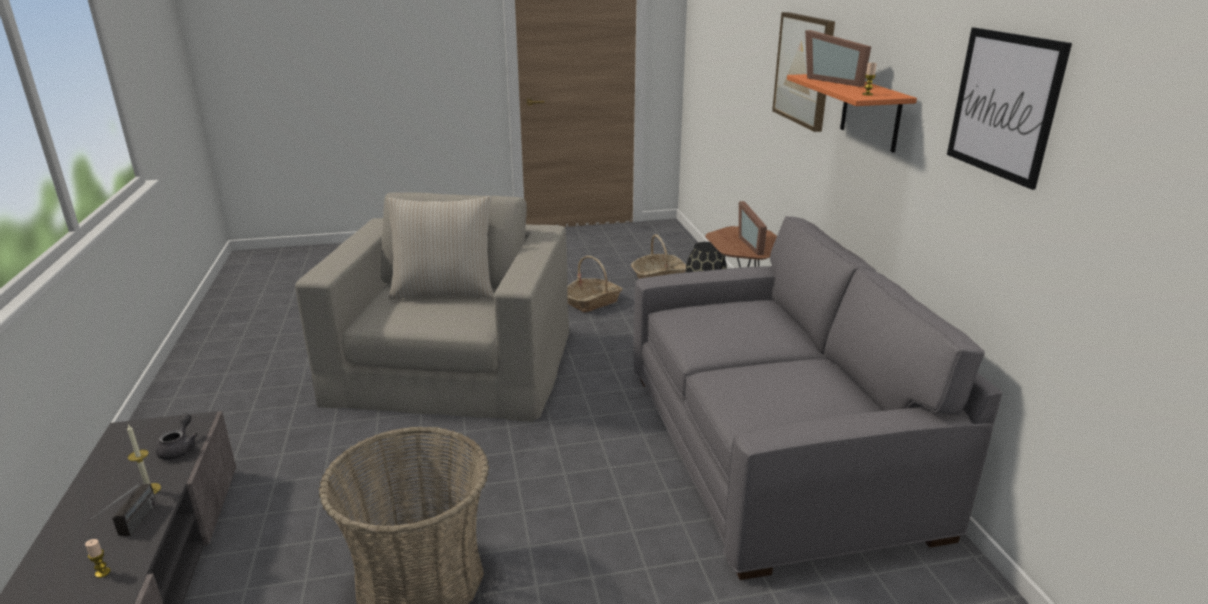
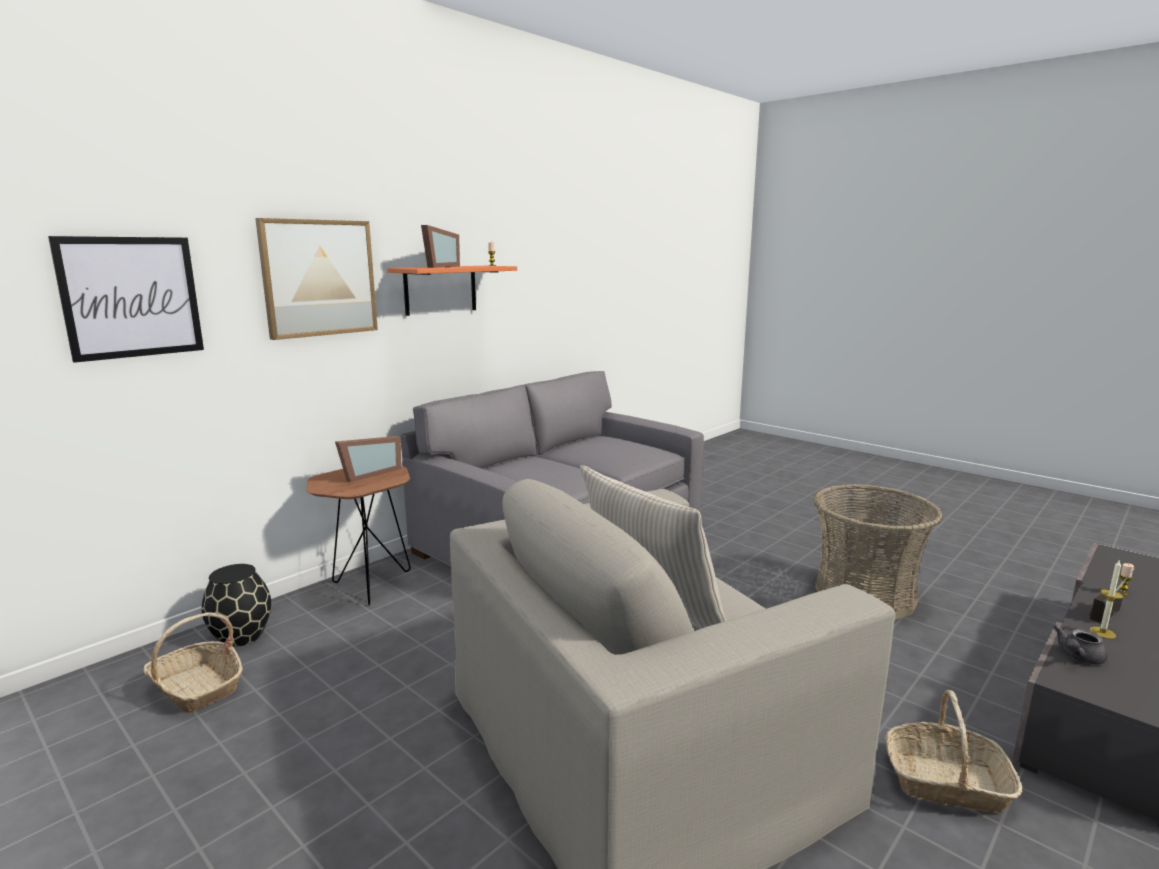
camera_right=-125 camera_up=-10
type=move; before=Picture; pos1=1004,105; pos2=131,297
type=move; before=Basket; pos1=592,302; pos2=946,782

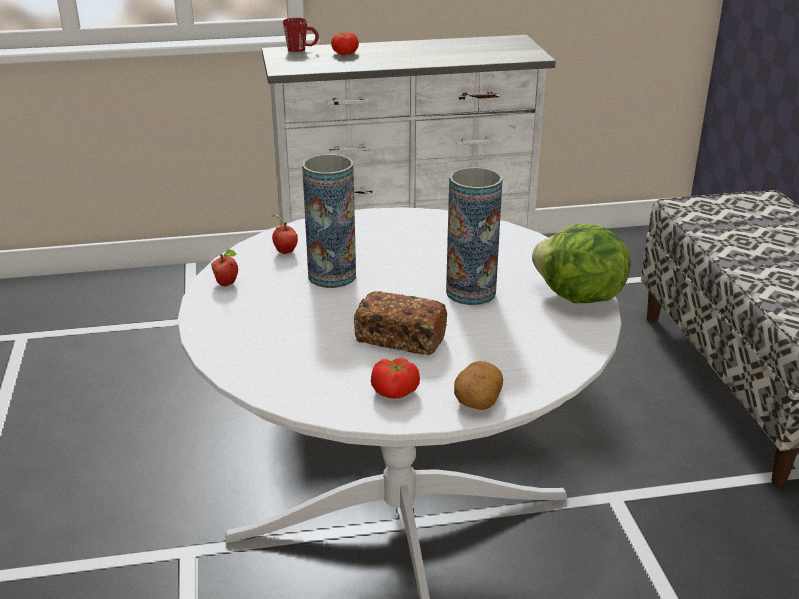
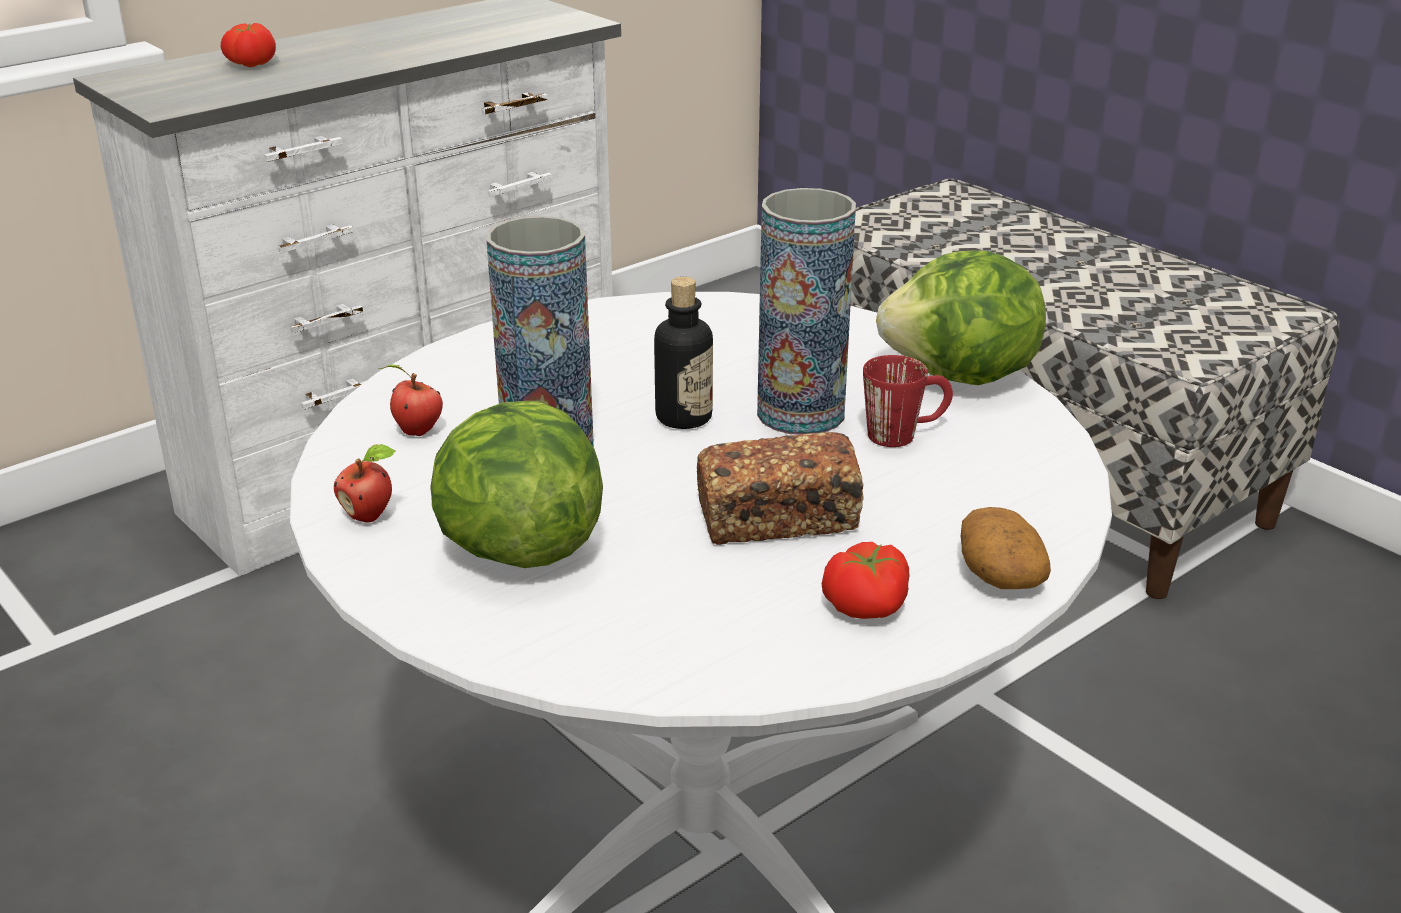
camera_right=-30 camera_up=0
type=insert; after=Lettuce; pos2=518,548
type=insert; after=Bottle; pos2=684,417
type=move; before=RedMug; pos1=302,49; pos2=905,434

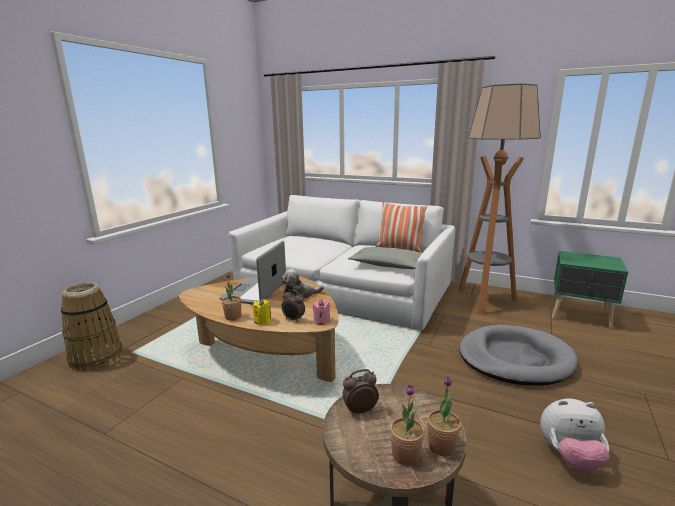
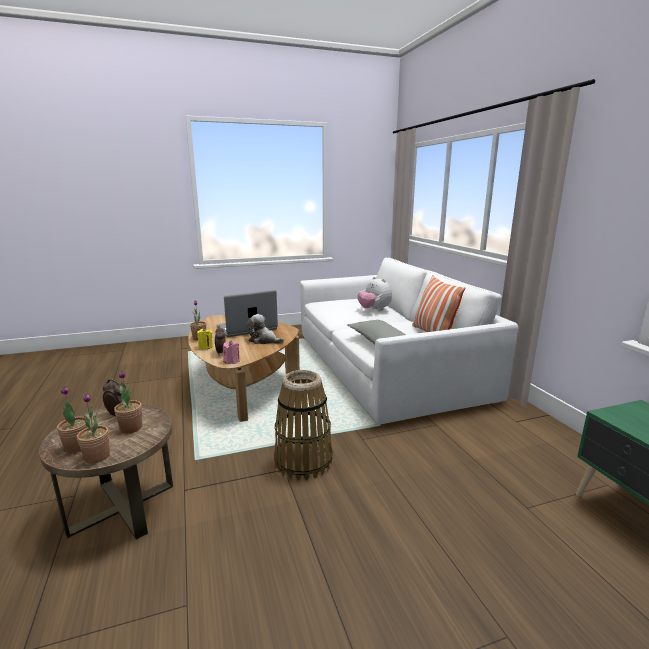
camera_right=45 camera_up=0
type=insert; after=PottedPlant; pos2=131,428
type=move; before=Basket; pos1=96,357; pos2=303,461
type=move; before=PlushToy; pos1=569,457; pos2=374,310
type=delete; before=FloorLamp; pos1=484,301
type=delete; before=GreyDogBed; pos1=514,358

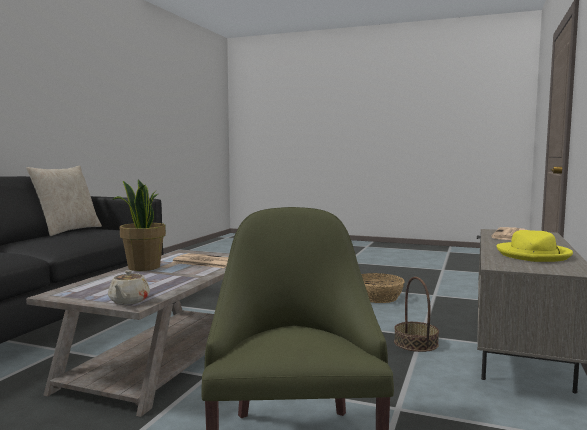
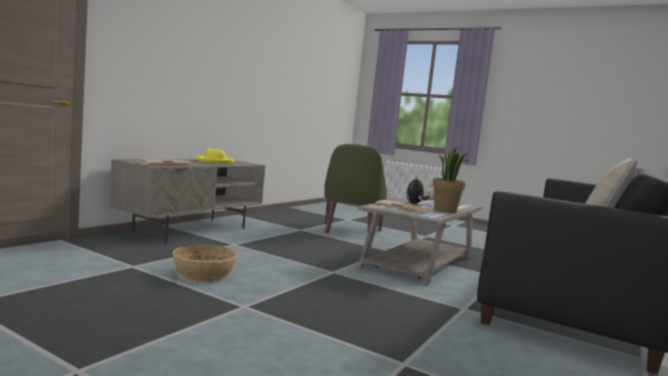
camera_right=-170 camera_up=0
type=insert; after=PlushToy; pos2=415,203
type=delete; before=Basket; pos1=416,343

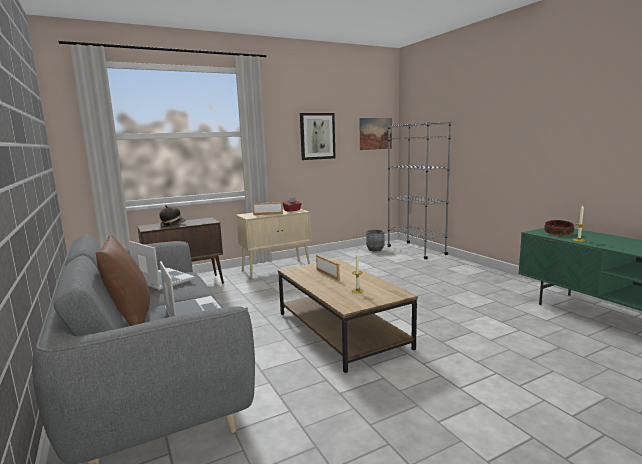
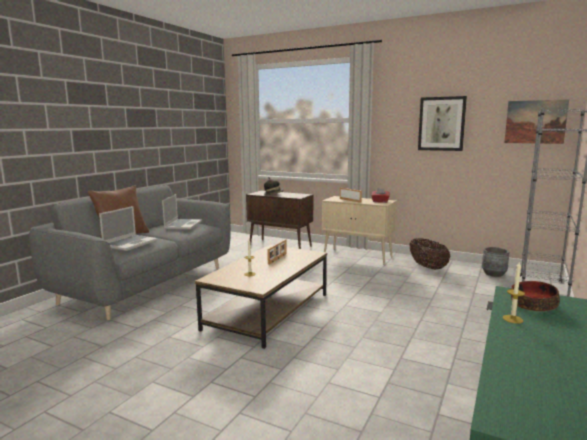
camera_right=55 camera_up=0
type=insert; after=Basket; pos2=427,267

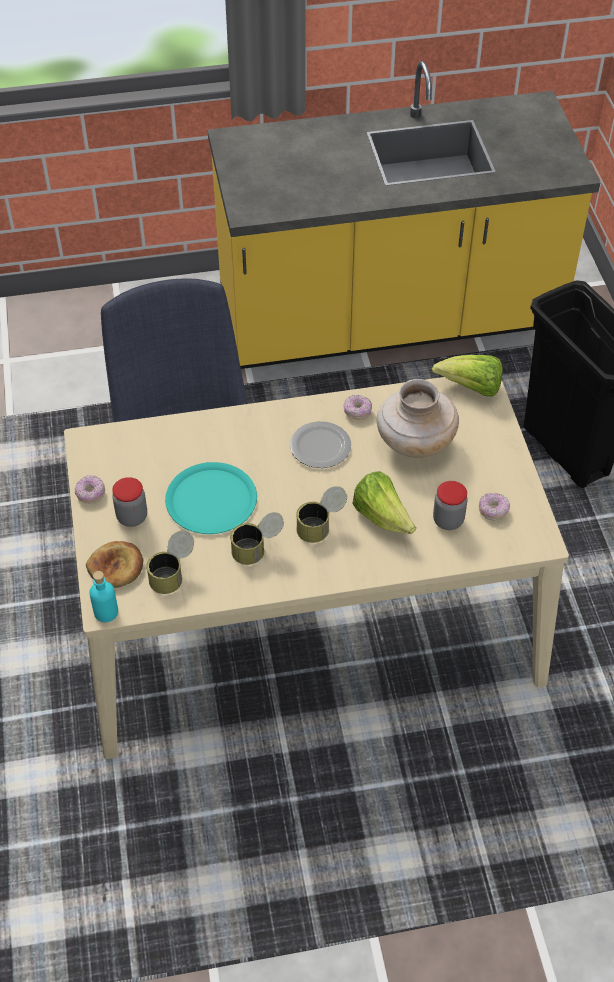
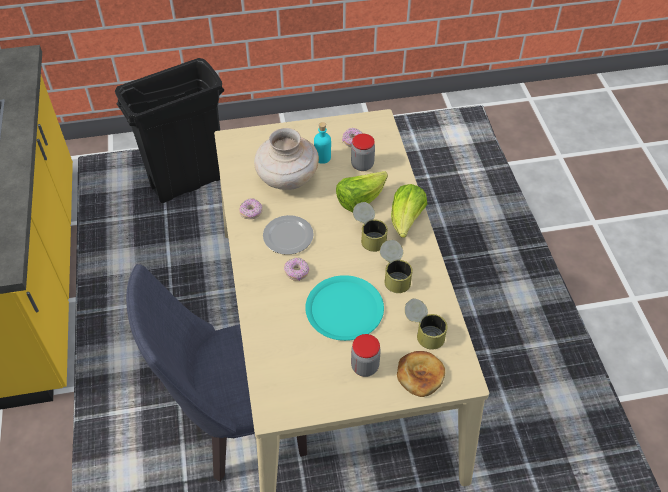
camera_right=-90 camera_up=0
type=move; before=Donut; pos1=90,494; pos2=297,272
type=move; before=TurquoiseBottle; pos1=106,612; pos2=322,157
type=move; before=Lettuce; pos1=471,388; pos2=406,221

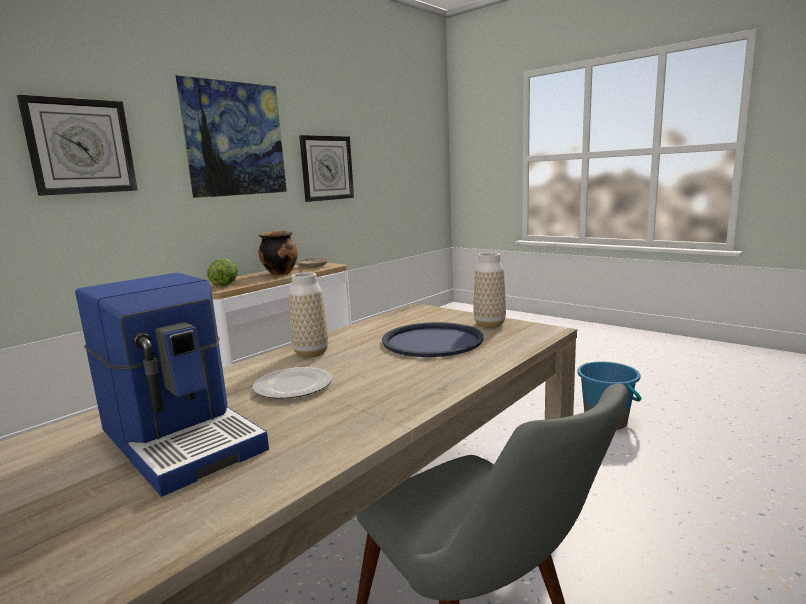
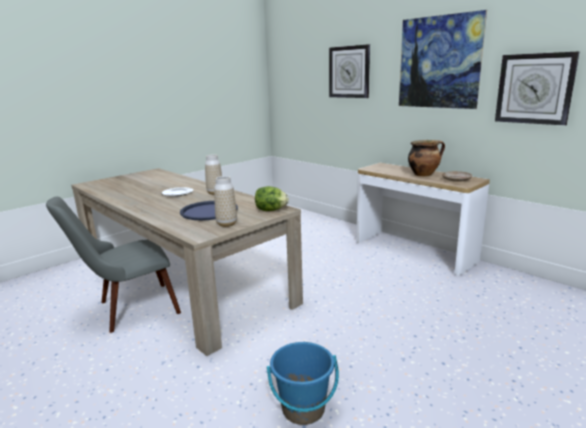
camera_right=95 camera_up=5
type=move; before=Lettuce; pos1=225,285; pos2=271,210
type=delete; before=CoffeeMachine; pos1=183,438

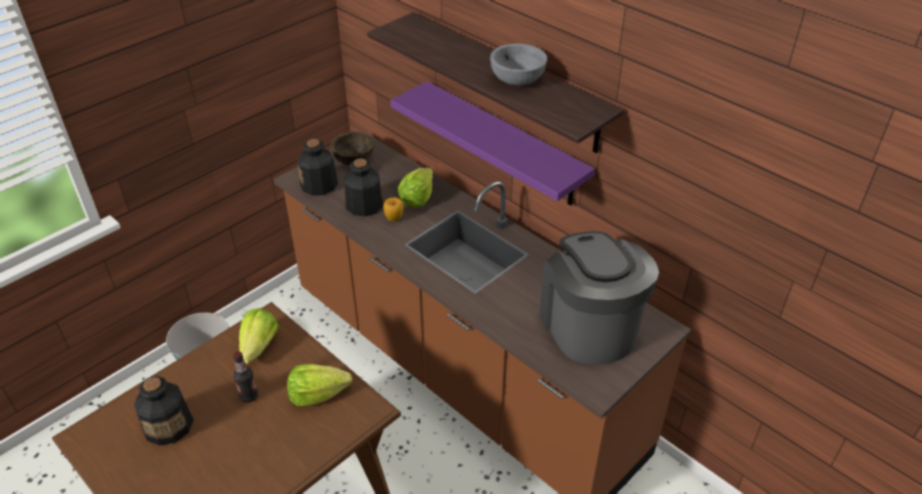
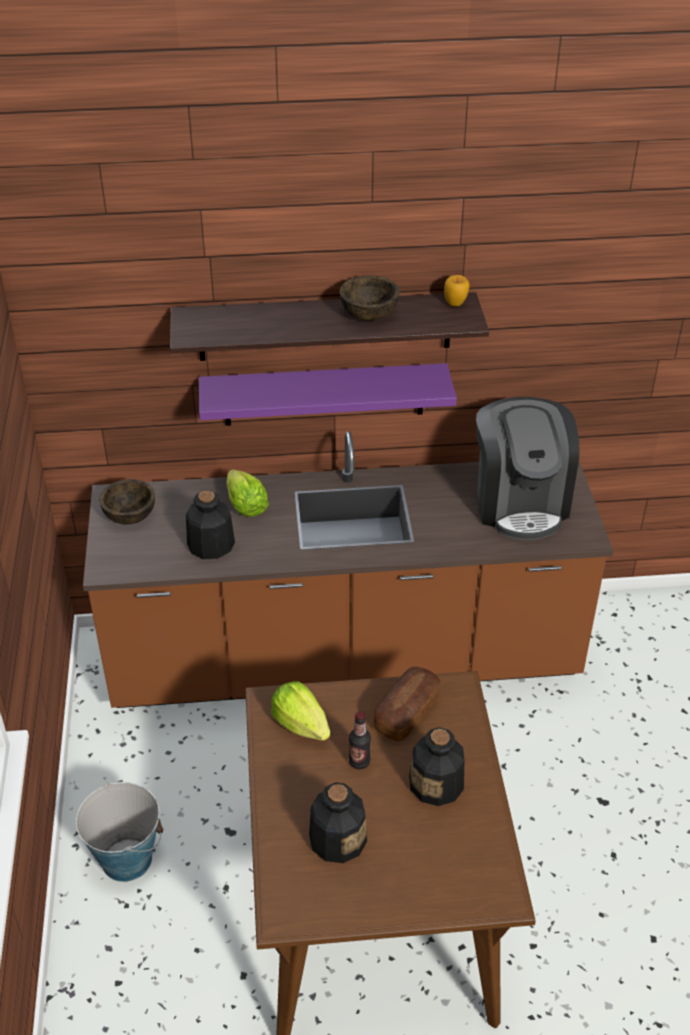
camera_right=-50 camera_up=0
type=recolor; before=GreyBowl; after=BrownBowl; pos1=517,80; pos2=369,314
type=replace; before=Lettuce; after=Bread; pos1=317,395; pos2=406,713
type=move; before=Bottle; pos1=319,185; pos2=437,783
type=move; before=Apple; pos1=394,219; pos2=455,303
type=rotate; before=CoffeeMachine; pos1=589,326; pos2=520,502; turn=-120

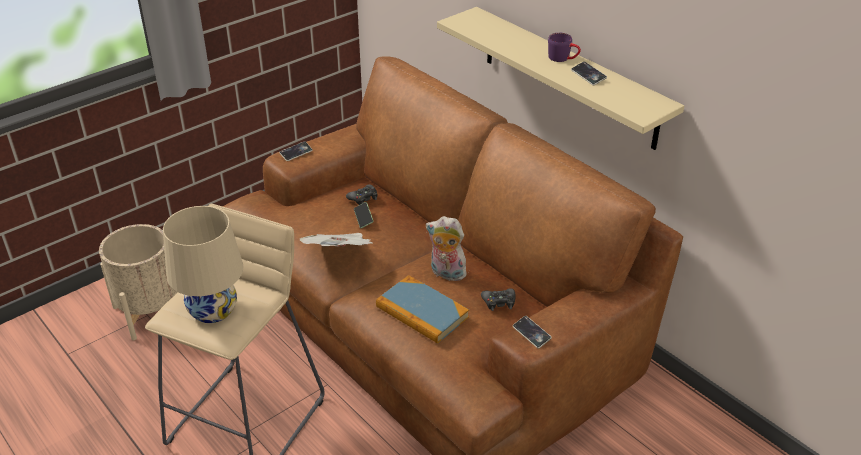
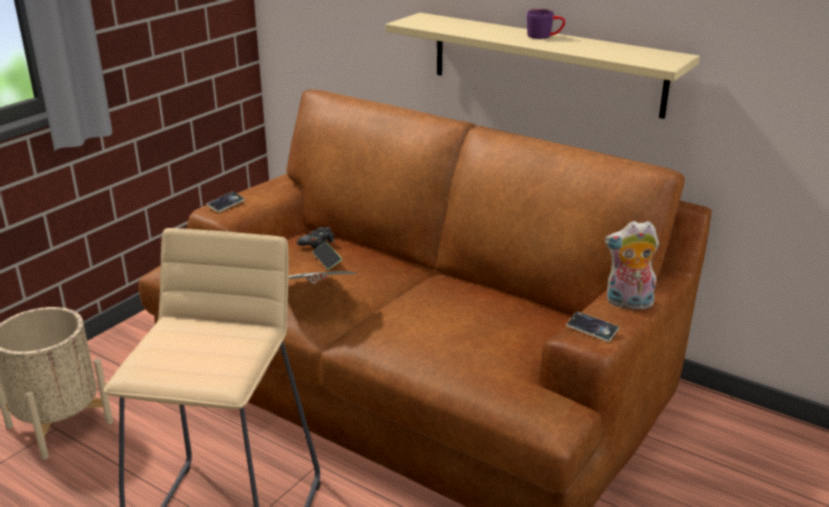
camera_right=-15 camera_up=-10
type=move; before=PlushToy; pos1=446,274; pos2=628,304
type=delete; before=BeigeTableLamp; pos1=213,310
type=delete; before=Book; pos1=422,312
type=delete; before=BlackGameController; pos1=499,302
type=delete; before=Phone; pos1=588,75

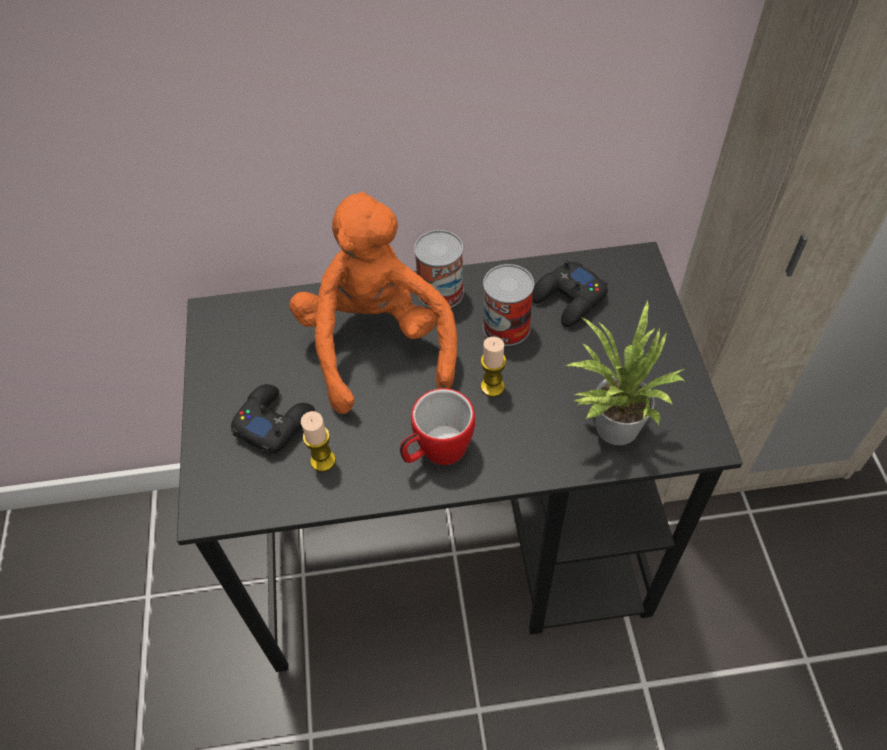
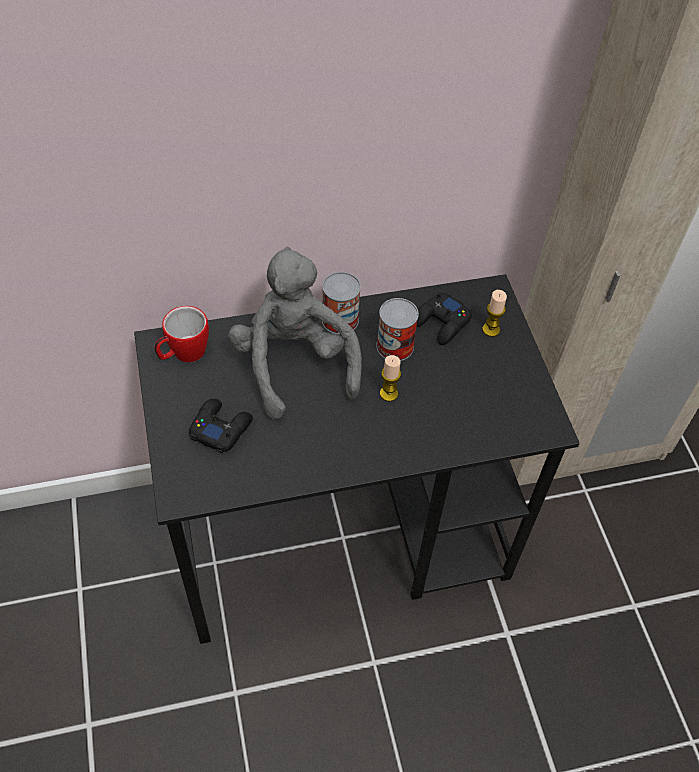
camera_right=-10 camera_up=0
type=move; before=Mug; pos1=436,452; pos2=183,354
type=recolor; before=OrangePlushToy; after=GreyPlushToy; pos1=376,344; pos2=294,364
type=move; before=Candle; pos1=323,460; pos2=491,329
type=delete; before=PottedPlant; pos1=610,426

